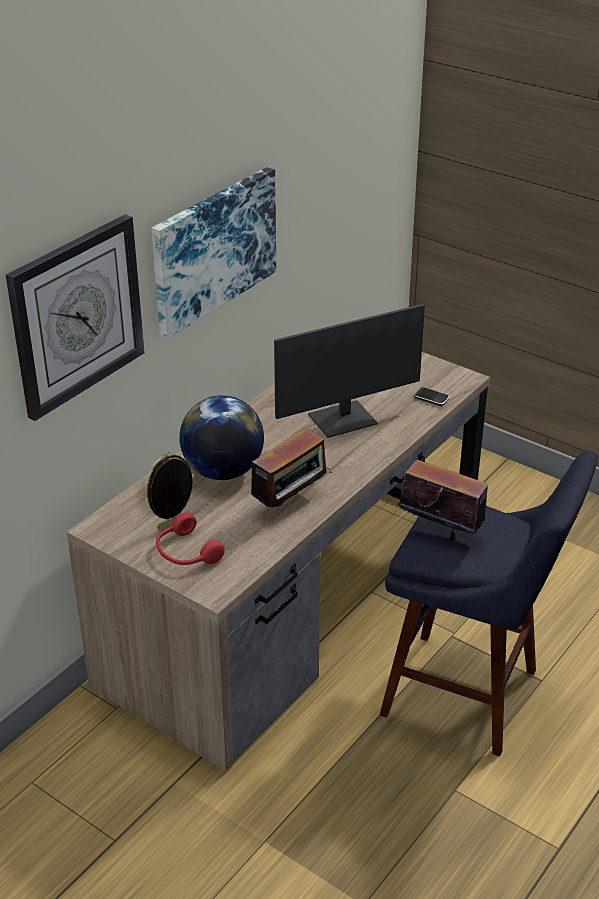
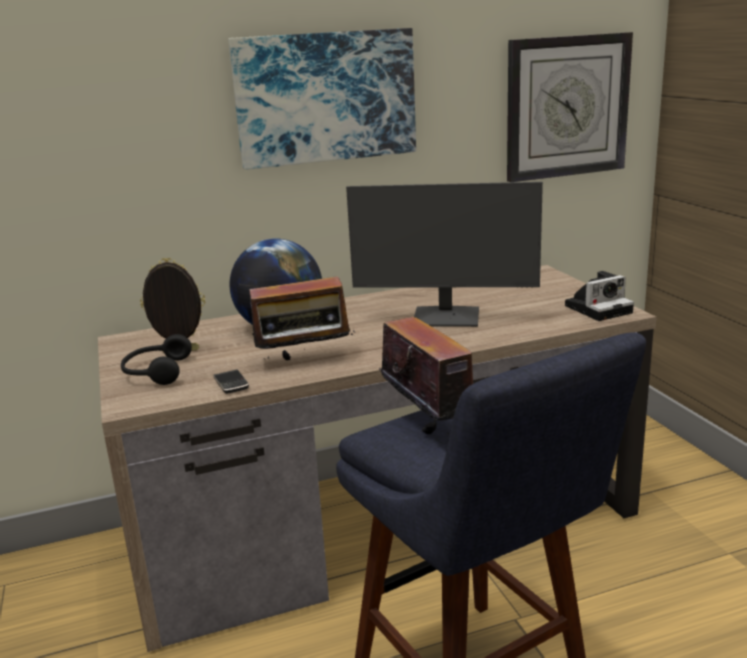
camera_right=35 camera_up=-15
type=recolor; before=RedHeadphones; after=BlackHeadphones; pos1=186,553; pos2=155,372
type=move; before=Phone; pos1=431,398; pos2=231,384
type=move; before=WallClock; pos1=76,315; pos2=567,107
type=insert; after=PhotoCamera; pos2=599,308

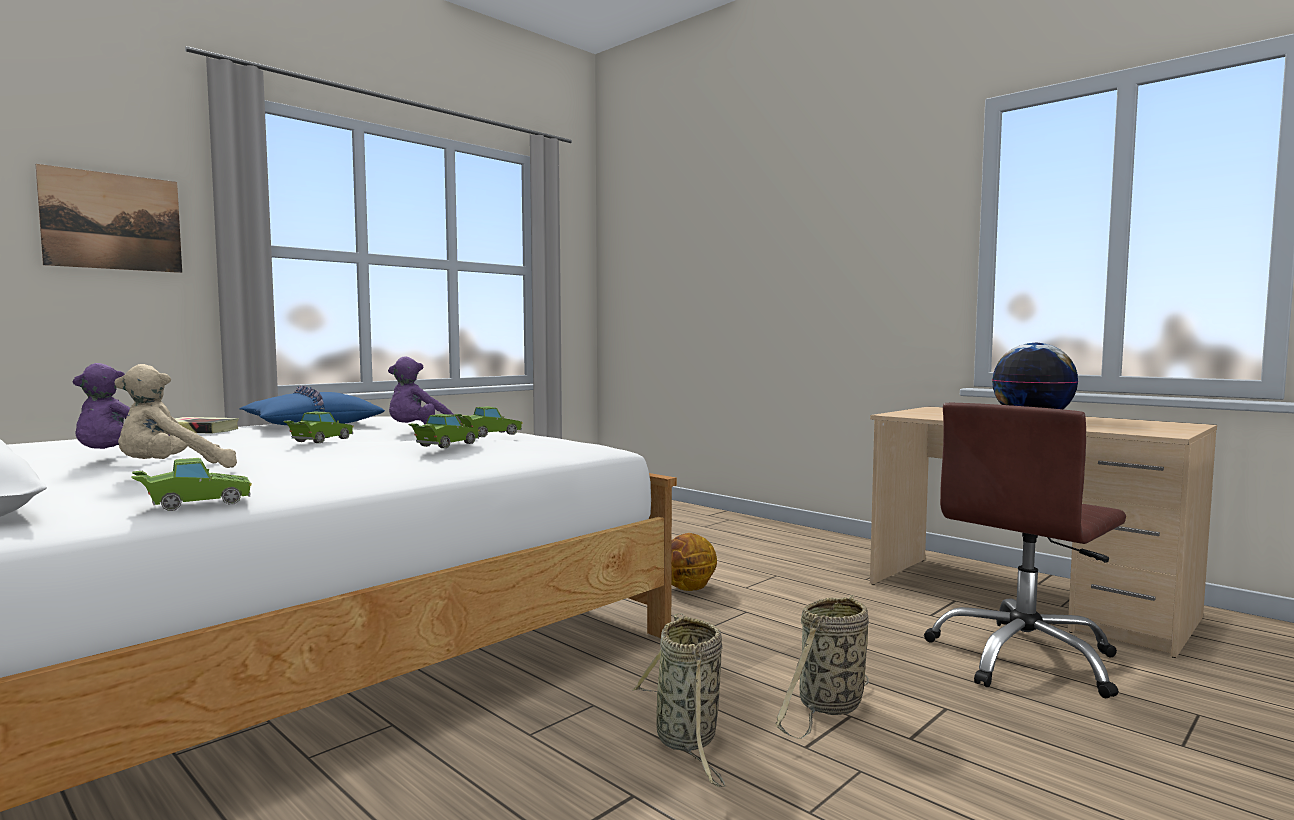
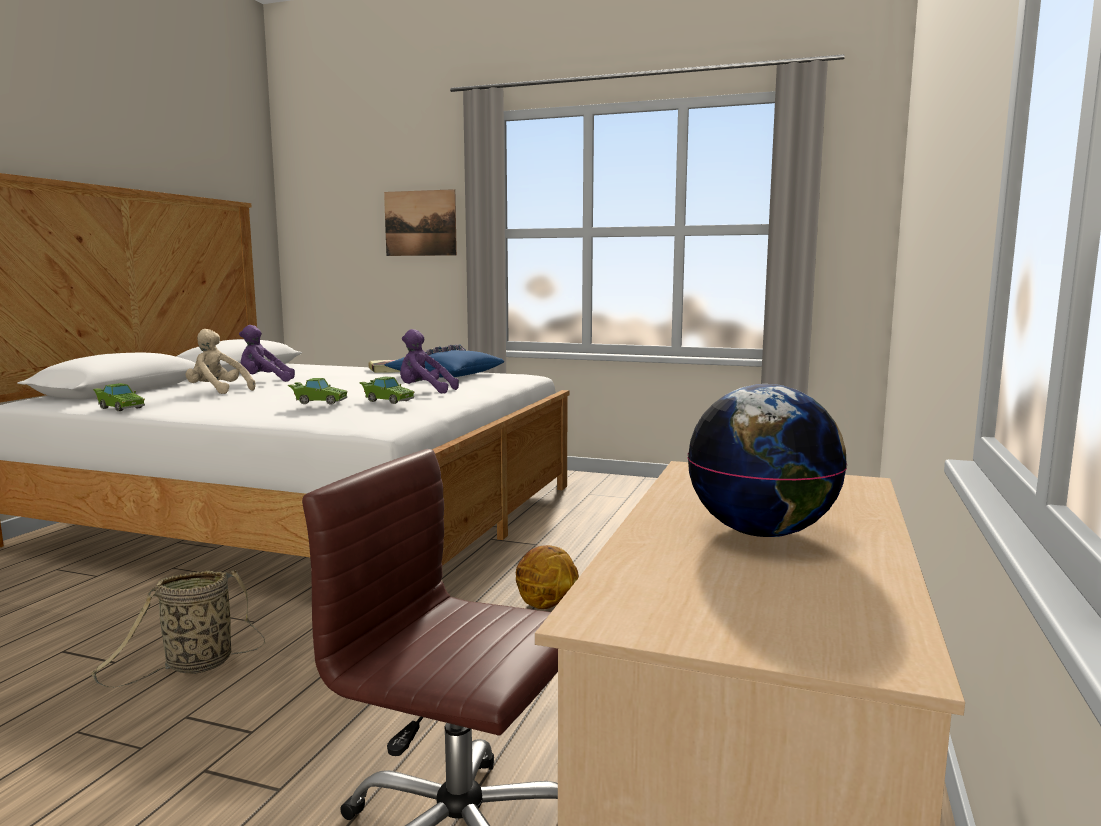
camera_right=65 camera_up=5
type=delete; before=GreenToyCar; pos1=319,440
type=delete; before=Basket; pos1=828,707

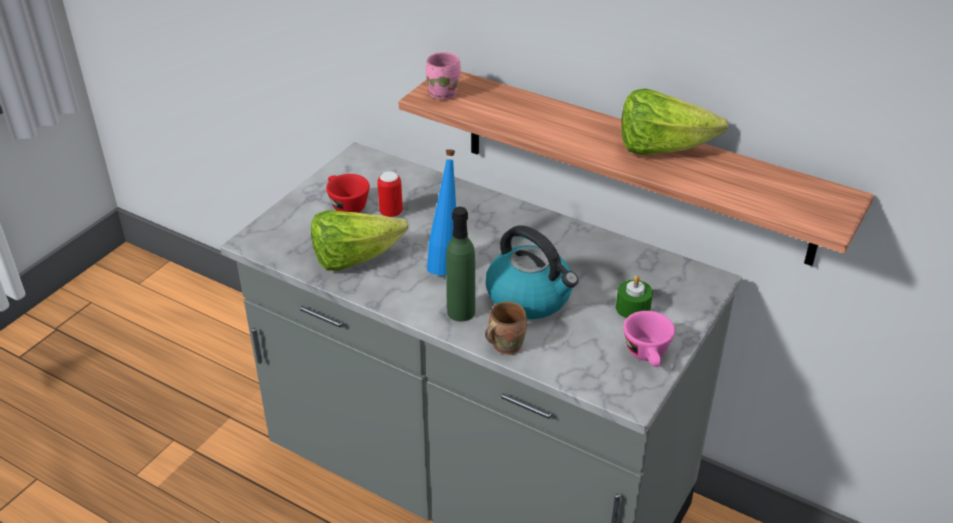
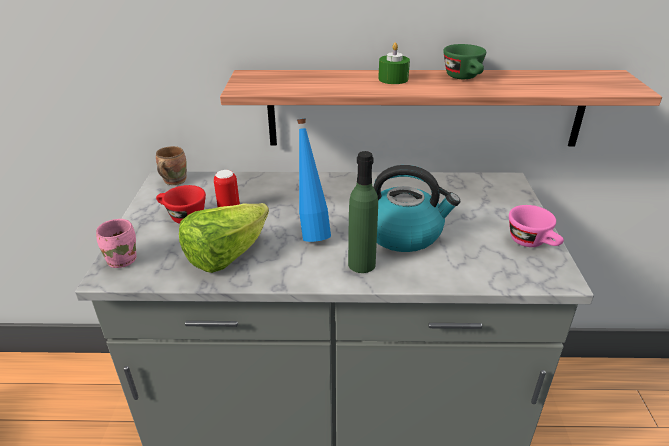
camera_right=-30 camera_up=-5
type=move; before=PinkMug; pos1=444,93; pos2=122,259
type=move; before=BrownMug; pos1=504,345; pos2=173,181
type=move; before=GreenCandle; pos1=633,308; pos2=393,79
type=replace; before=Lettuce; after=GreenCup; pos1=661,149; pos2=465,78

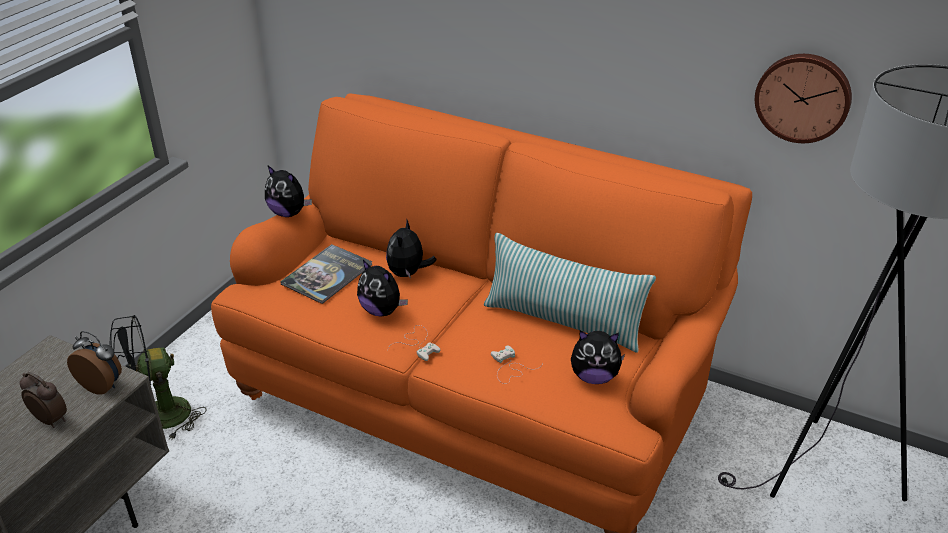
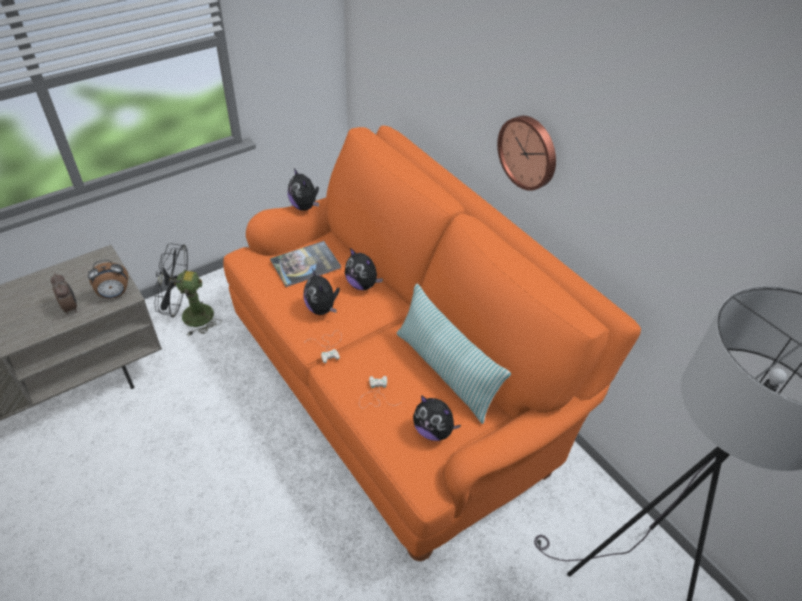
camera_right=25 camera_up=10
type=rotate; before=AlarmClock; pos1=103,385; pos2=114,295; turn=105
type=rotate; before=PlushToy; pos1=408,273; pos2=362,284; turn=-90
type=move; before=WallClock; pos1=803,97; pos2=529,152

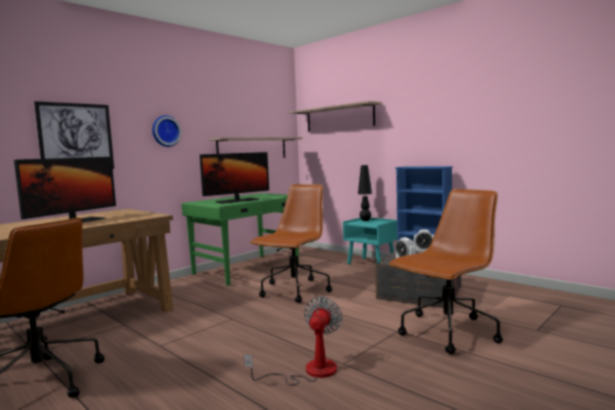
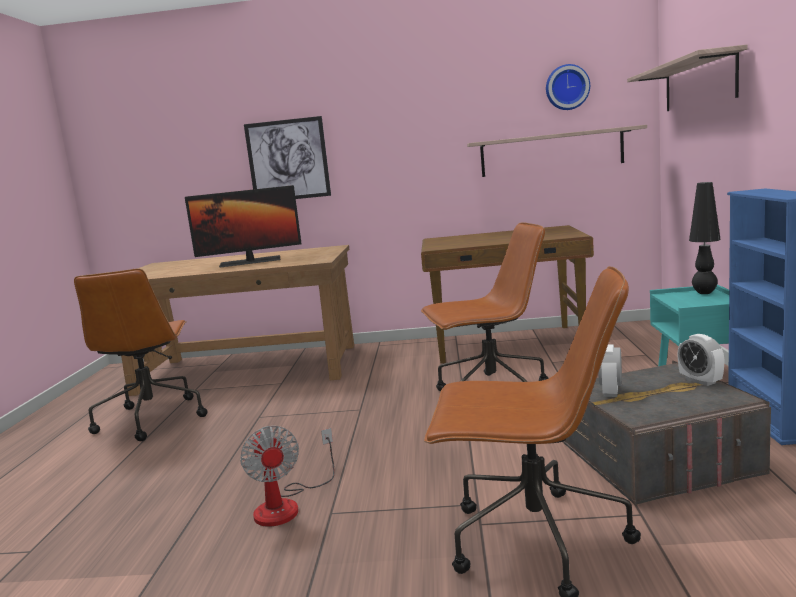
camera_right=50 camera_up=5
type=rotate; before=Fan; pos1=309,372; pos2=287,505; turn=90
type=recolor; before=GreenDesk; after=BrownDesk; pos1=248,269; pos2=508,344
type=move; before=WallClock; pos1=165,131; pos2=567,87
type=delete; before=Monitor; pos1=237,201

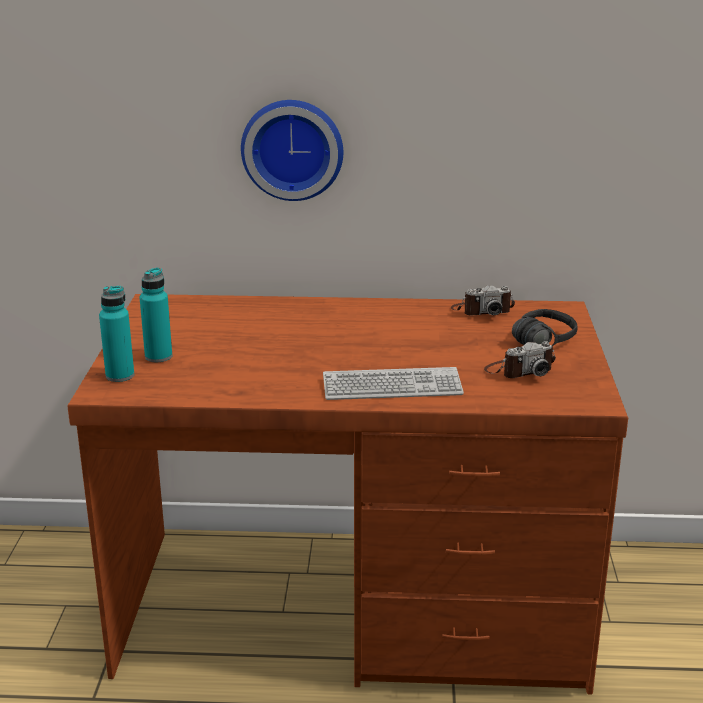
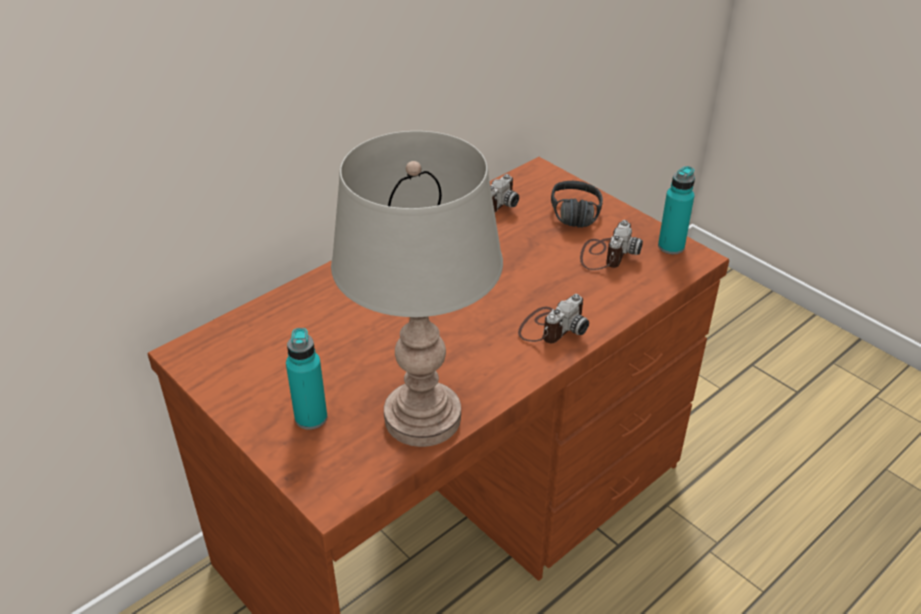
camera_right=-45 camera_up=15
type=insert; after=GreyTableLamp; pos2=423,418
type=replace; before=Keyboard; after=PhotoCamera; pos1=392,386; pos2=551,327
type=move; before=TurquoiseBottle; pos1=120,376; pos2=671,246
type=delete; before=WallClock; pos1=293,148

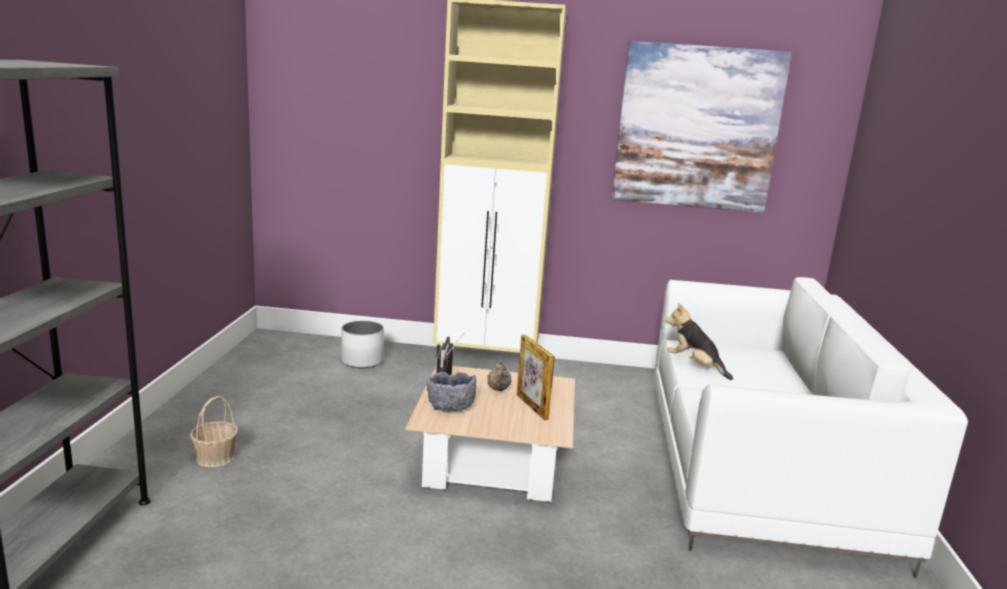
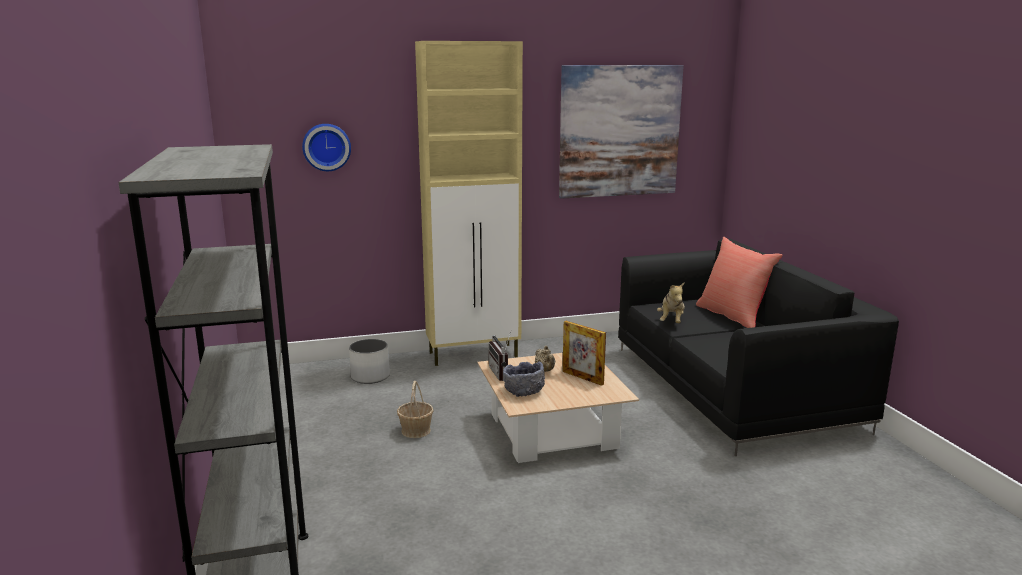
camera_right=-20 camera_up=0
type=insert; after=WallClock; pos2=326,147
type=move; before=Basket; pos1=215,458; pos2=415,431
type=recolor; before=WhiteSofa; after=BlackSofa; pos1=761,467; pos2=733,387
type=rotate; before=PlushToy; pos1=694,366; pos2=671,321; turn=-105
type=insert; after=RedPillow; pos2=733,316

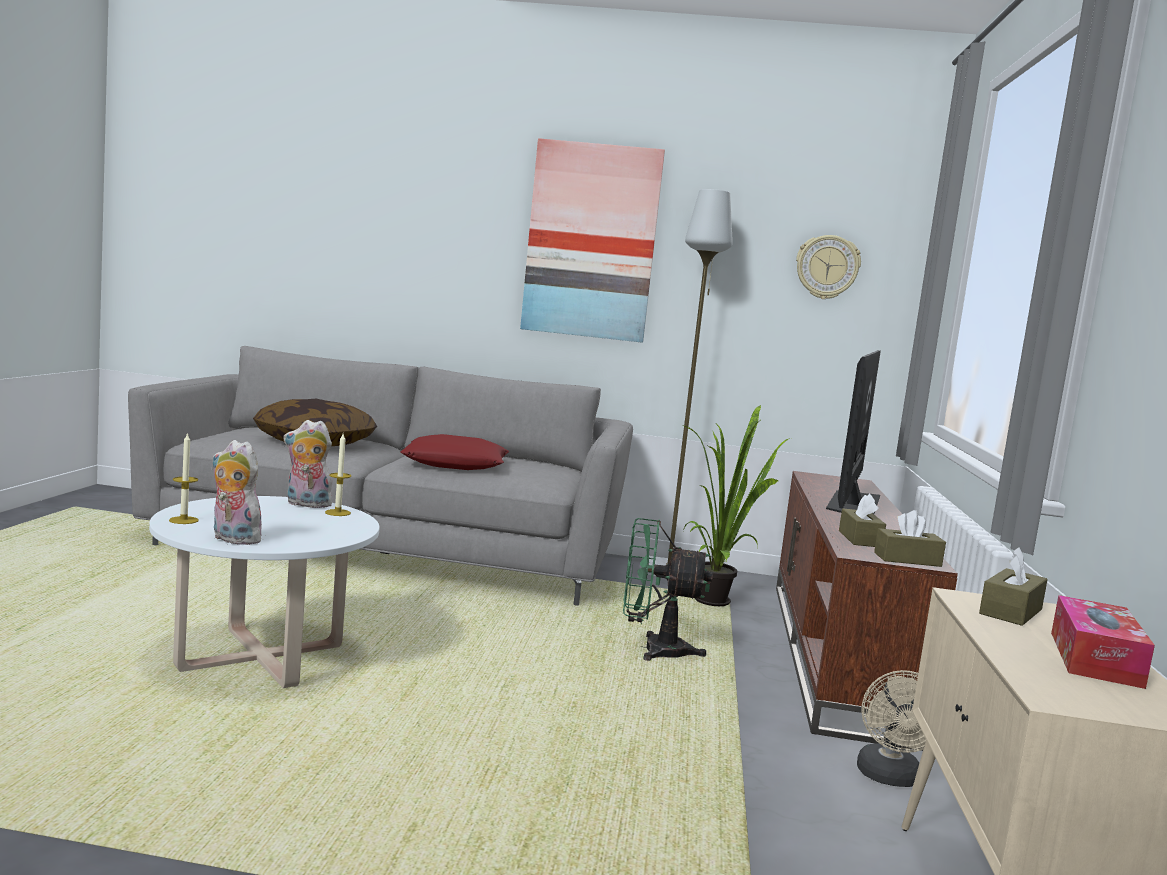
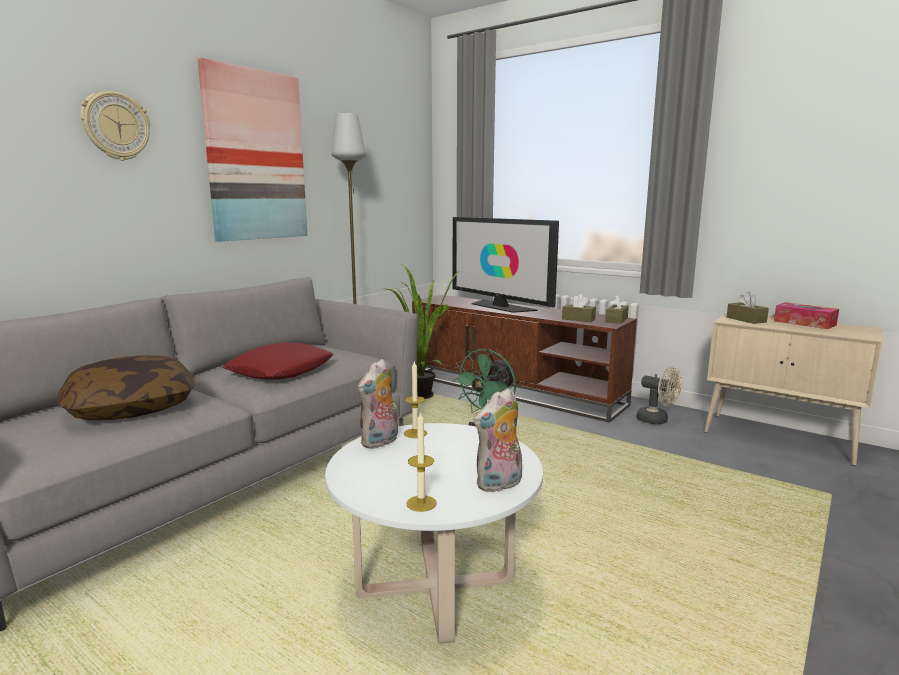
camera_right=-60 camera_up=5
type=move; before=WallClock; pos1=827,267; pos2=116,126

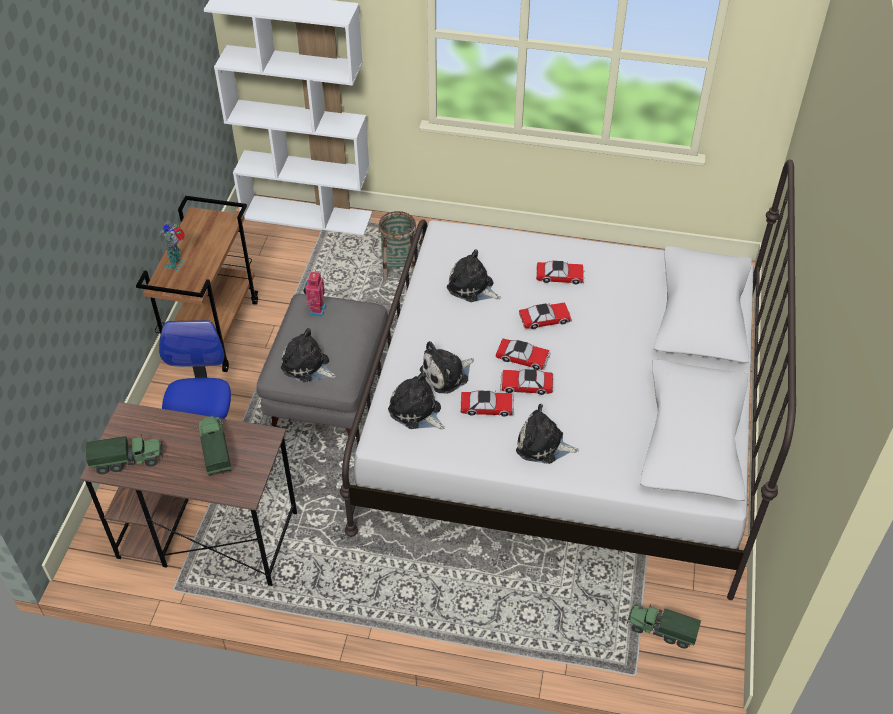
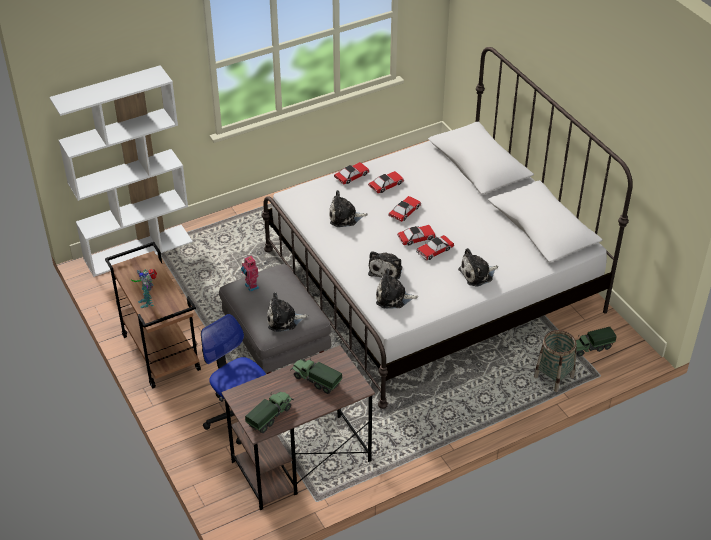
camera_right=-40 camera_up=-5
type=move; before=ToyCar; pos1=487,407; pos2=352,176
type=move; before=Basket; pos1=399,267; pos2=553,377

